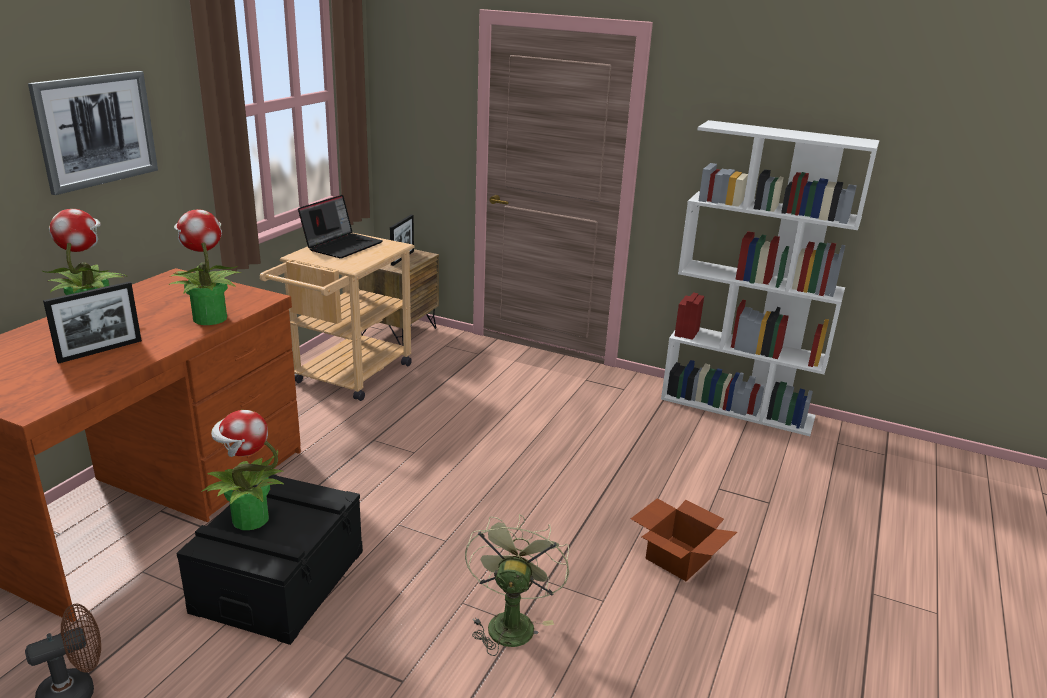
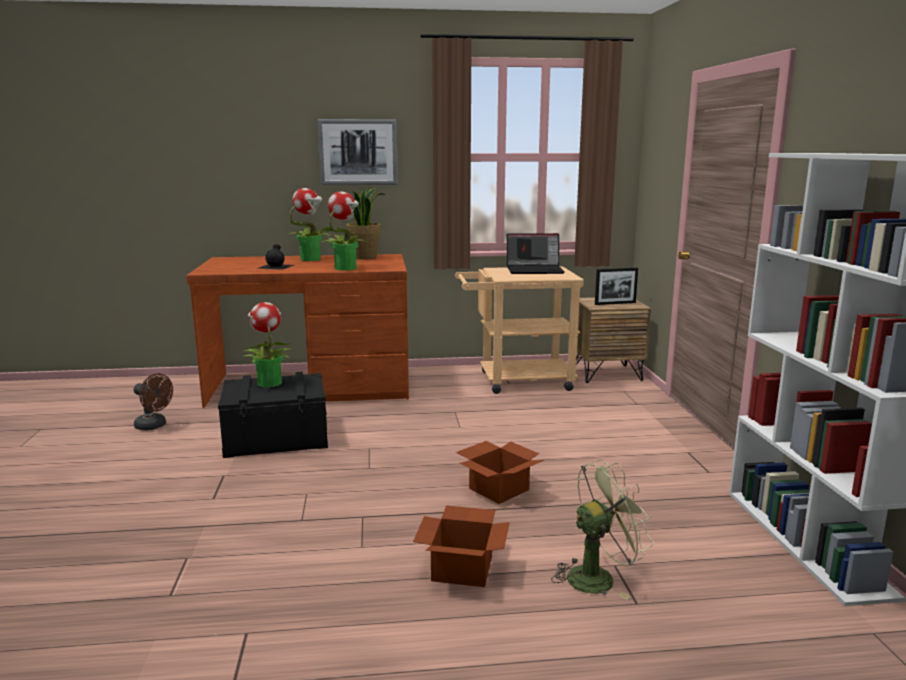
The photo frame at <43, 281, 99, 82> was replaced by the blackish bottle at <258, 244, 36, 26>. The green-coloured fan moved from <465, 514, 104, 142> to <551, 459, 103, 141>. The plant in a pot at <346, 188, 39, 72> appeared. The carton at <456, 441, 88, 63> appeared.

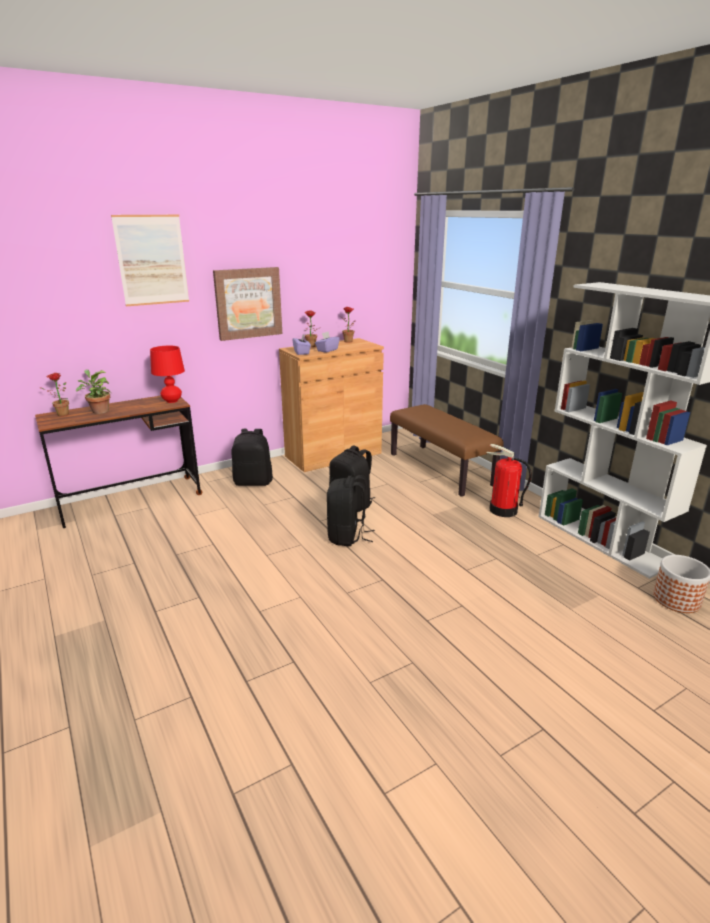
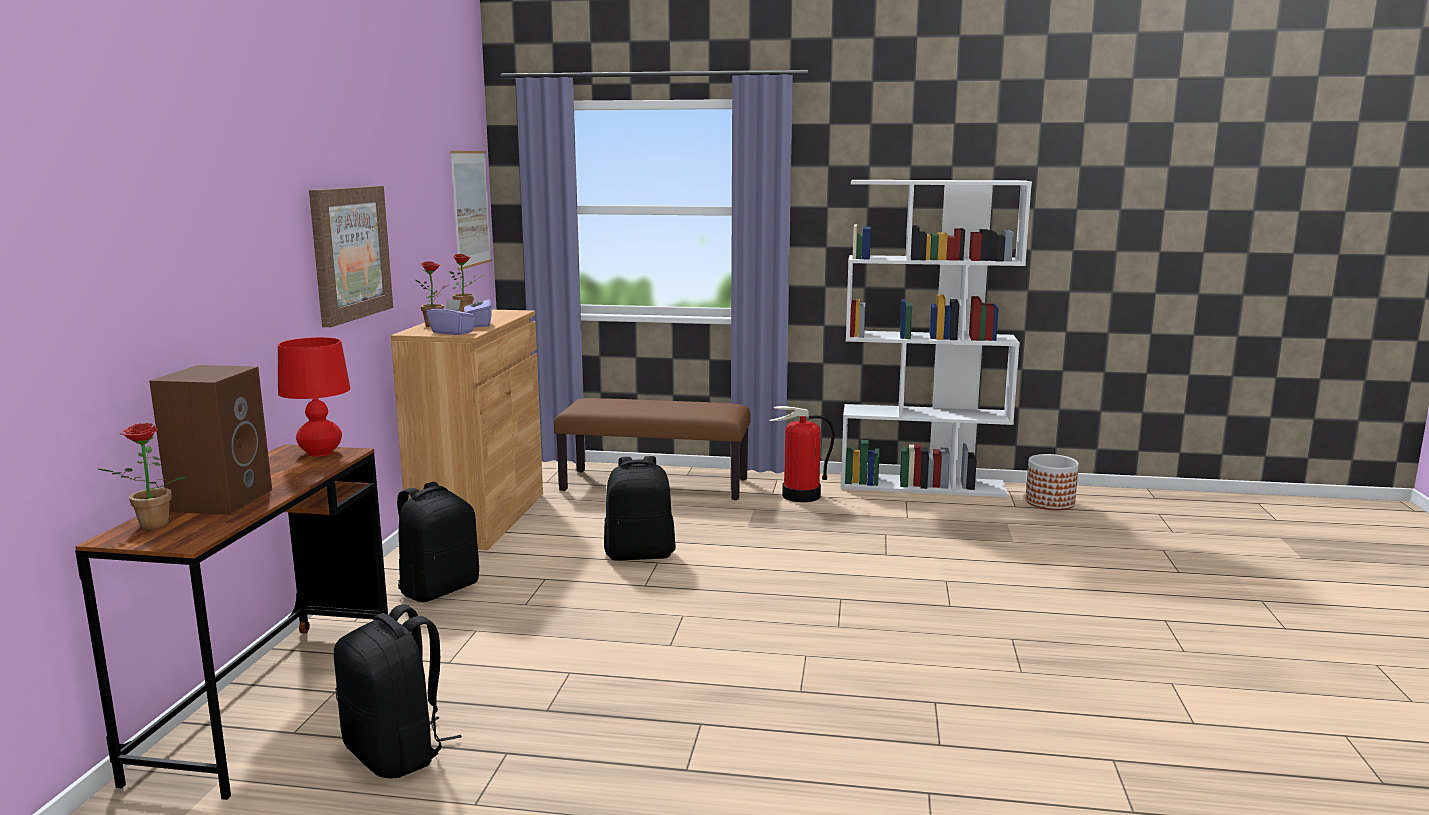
The wall art moved from <111, 215, 78, 91> to <450, 151, 42, 119>. The plant in a pot at <76, 369, 36, 45> was replaced by the brown speaker at <149, 365, 123, 150>. The blackish rucksack moved from <327, 475, 48, 71> to <334, 604, 128, 174>.

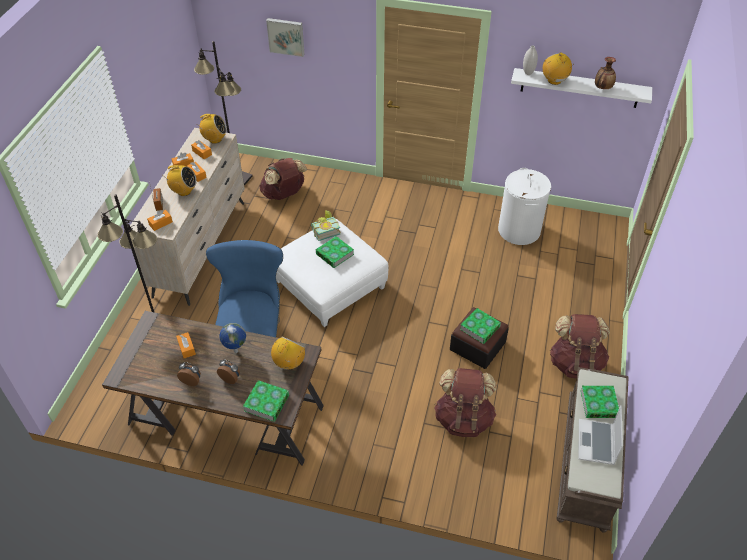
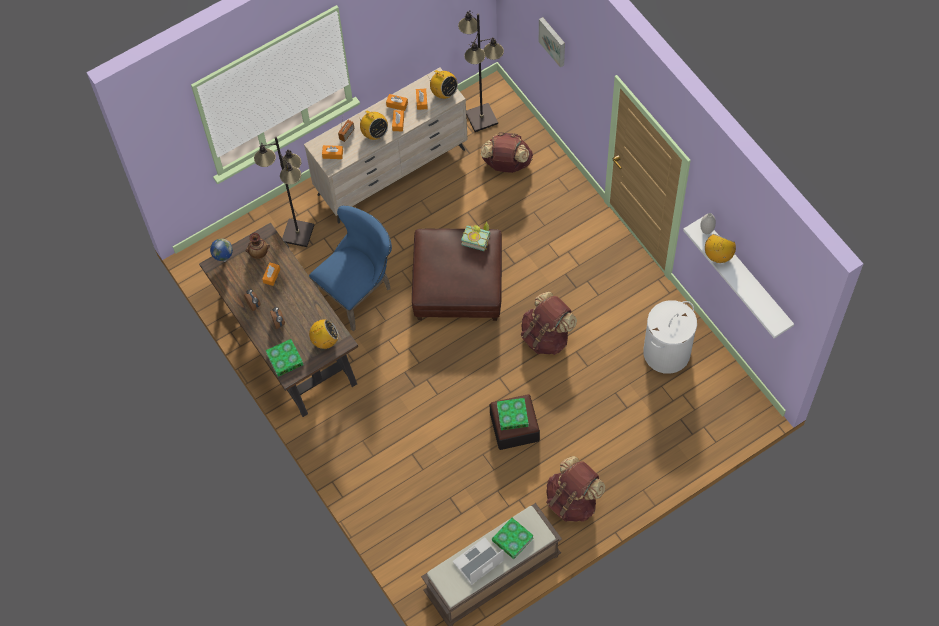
The vase moved from <595, 57, 21, 32> to <246, 233, 24, 26>. The white-coloured footrest at <276, 219, 113, 108> became the brown footrest at <412, 229, 90, 92>. The volume at <316, 236, 38, 32> disappeared. The world globe moved from <219, 323, 27, 30> to <210, 239, 23, 23>. The brown rucksack moved from <434, 368, 62, 69> to <521, 292, 56, 63>.

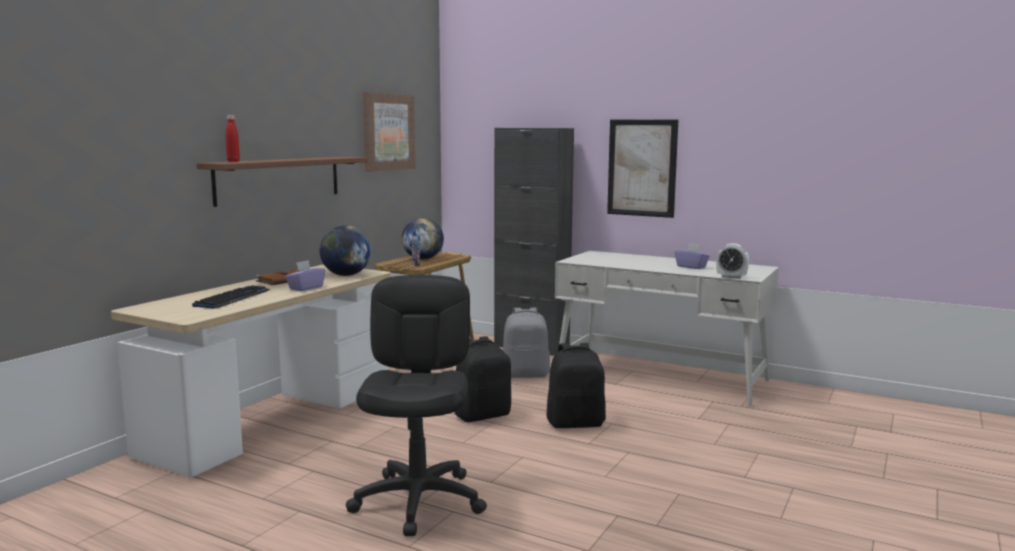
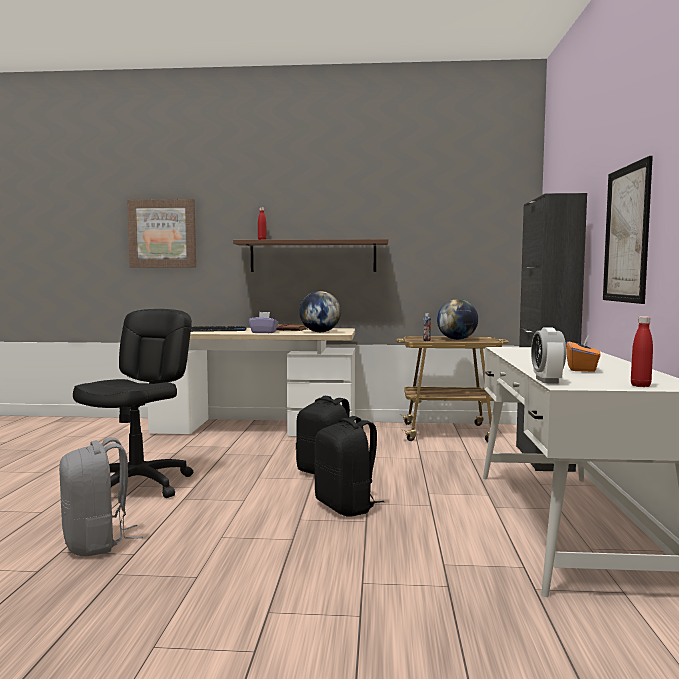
The wall art moved from <363, 92, 52, 80> to <127, 199, 69, 69>. The purplish box of tissues at <675, 243, 35, 26> became the orangey box of tissues at <566, 335, 35, 37>. The blackish computer chair at <346, 275, 141, 261> turned 45 degrees counterclockwise. The gray rucksack moved from <503, 308, 47, 70> to <59, 437, 84, 119>. The reddish bottle at <631, 316, 22, 71> appeared.

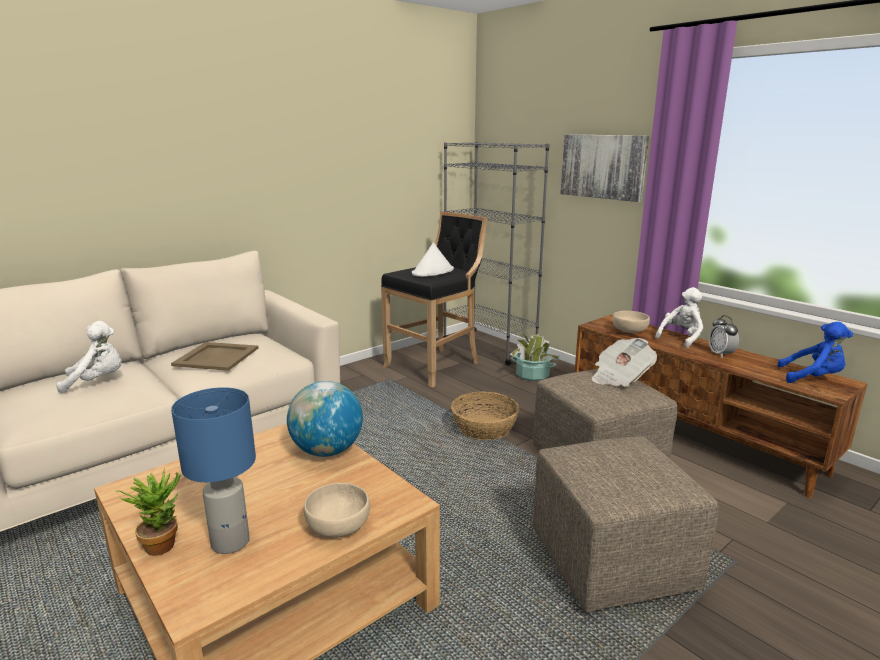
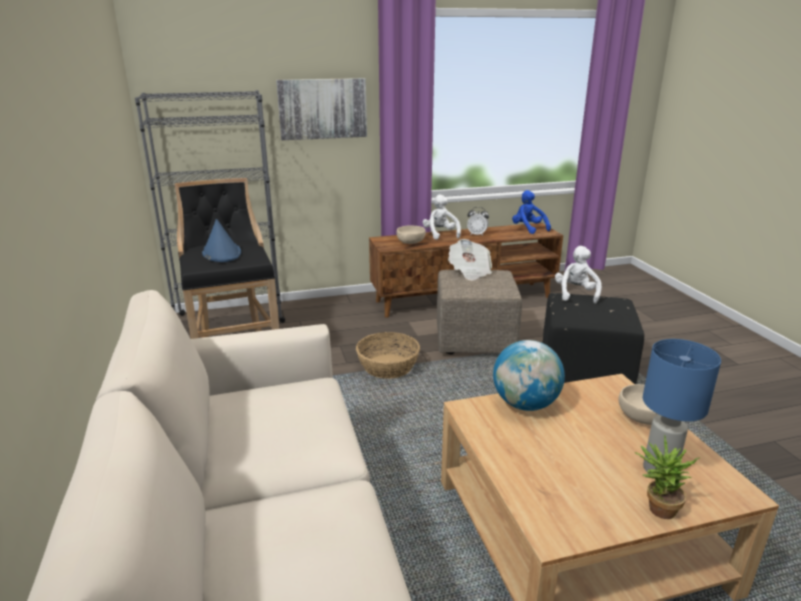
The white-coloured clothing hat at <412, 242, 42, 35> became the blue-coloured clothing hat at <202, 219, 39, 43>. The white-coloured plush toy moved from <56, 321, 66, 73> to <555, 246, 47, 58>. The blue-coloured plush toy at <777, 322, 76, 61> turned 75 degrees counterclockwise. The plant in a pot at <510, 334, 50, 47> disappeared. The beige-coloured carrying tray at <171, 342, 87, 29> disappeared. The beige-coloured footrest at <533, 436, 186, 176> became the blackish footrest at <543, 293, 101, 91>.

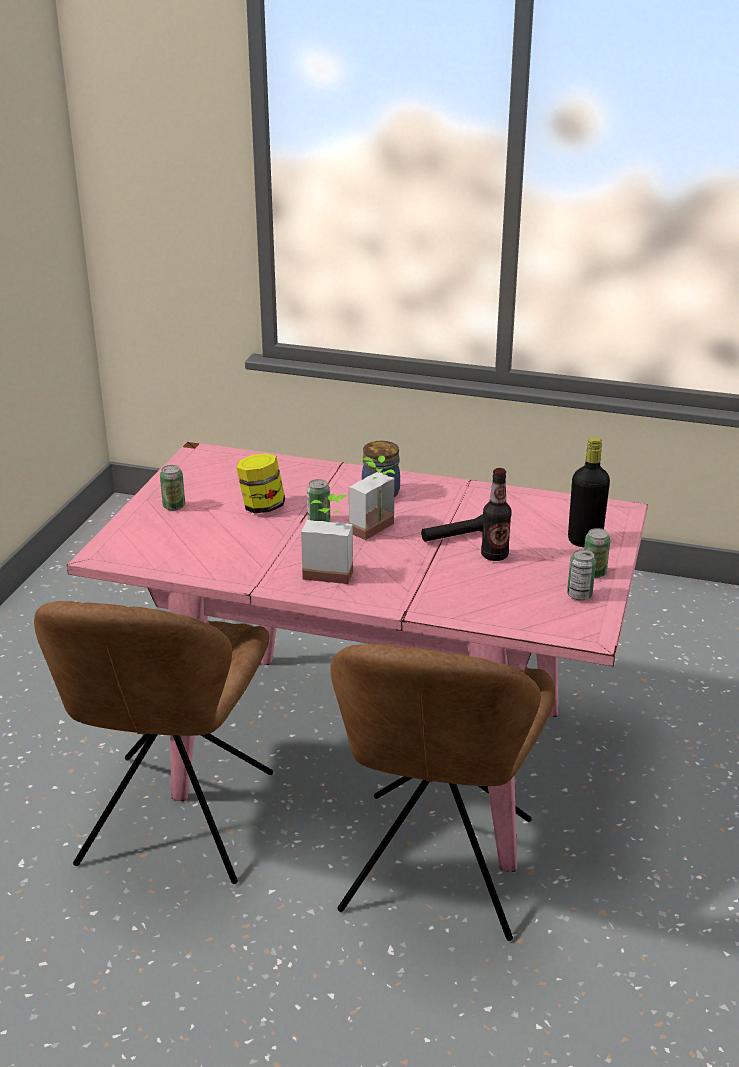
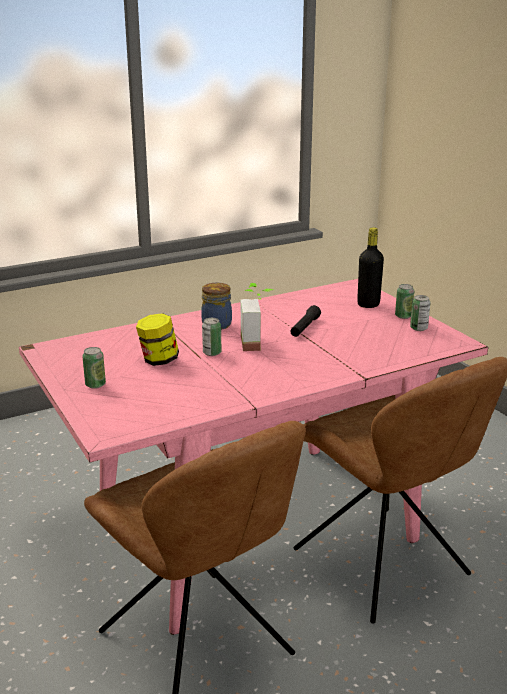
The bottle at <481, 468, 30, 93> disappeared. The plant in a pot at <301, 494, 52, 90> disappeared.

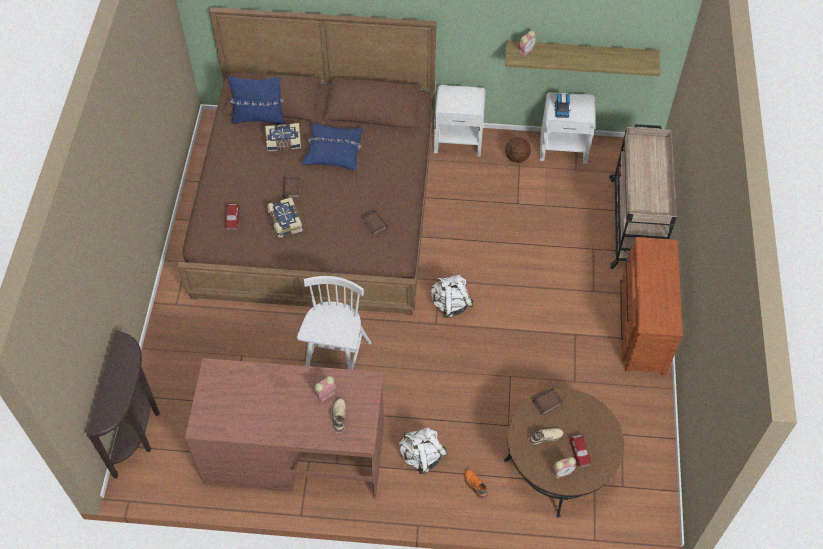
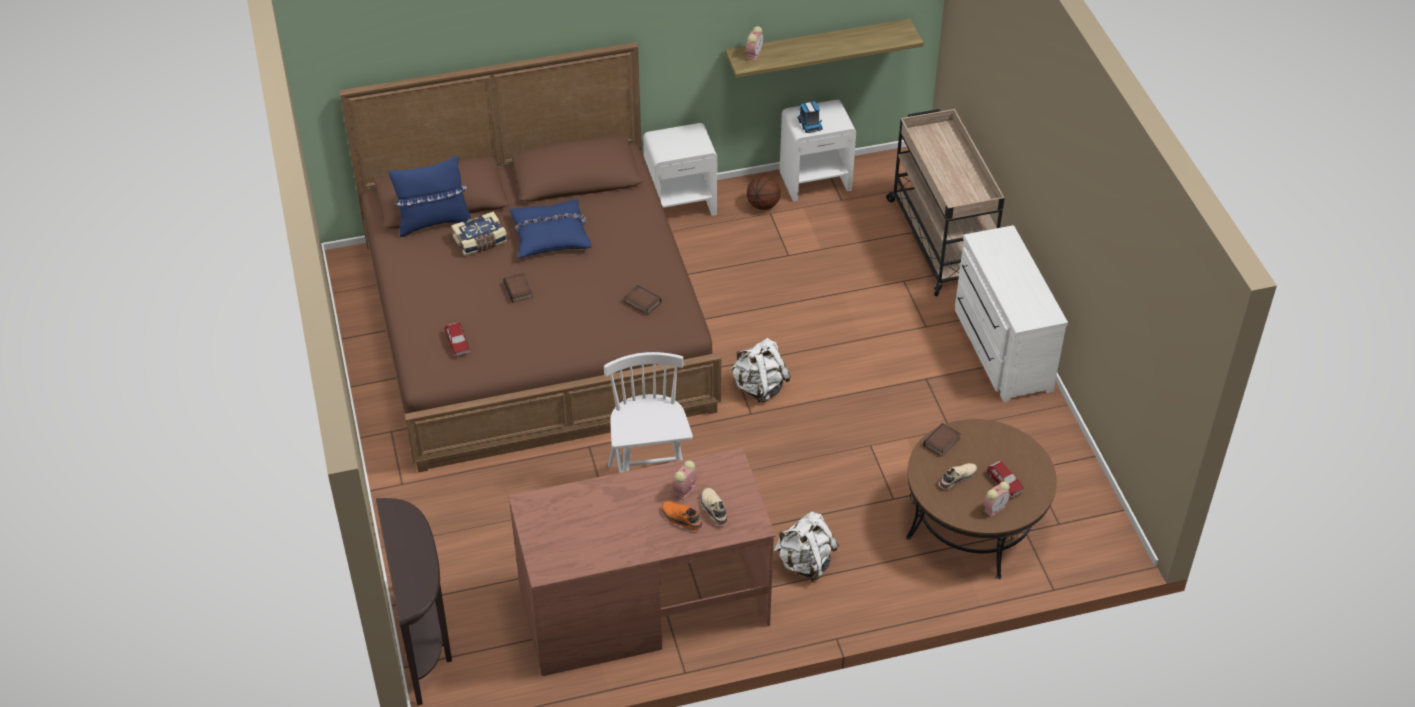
The volume at <267, 197, 36, 41> disappeared. The brown chest of drawers at <620, 237, 63, 138> became the white-coloured chest of drawers at <955, 225, 113, 177>. The orangey low shoe moved from <464, 470, 24, 29> to <662, 501, 41, 30>.

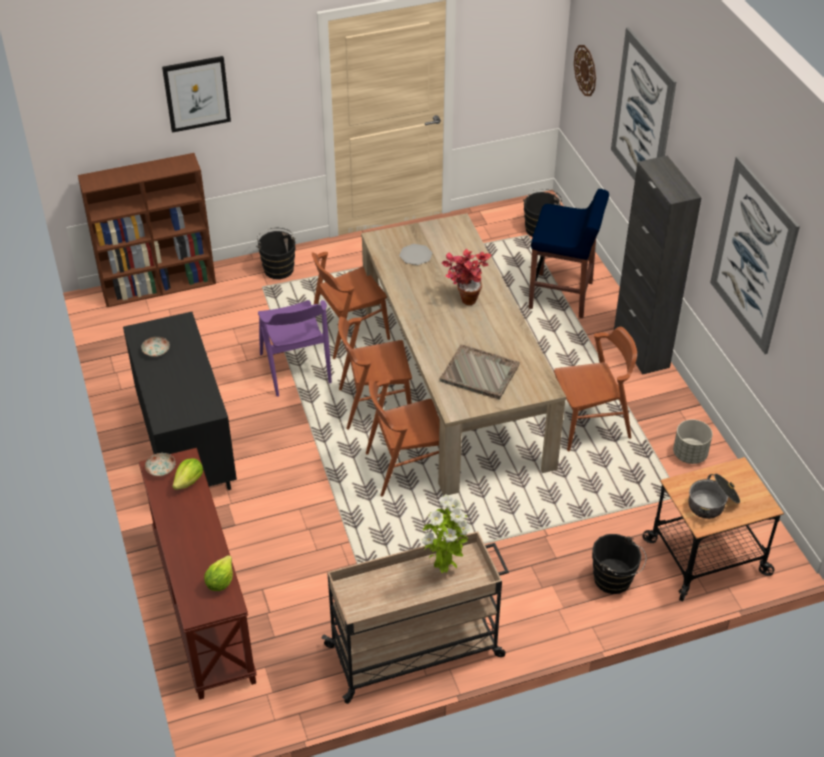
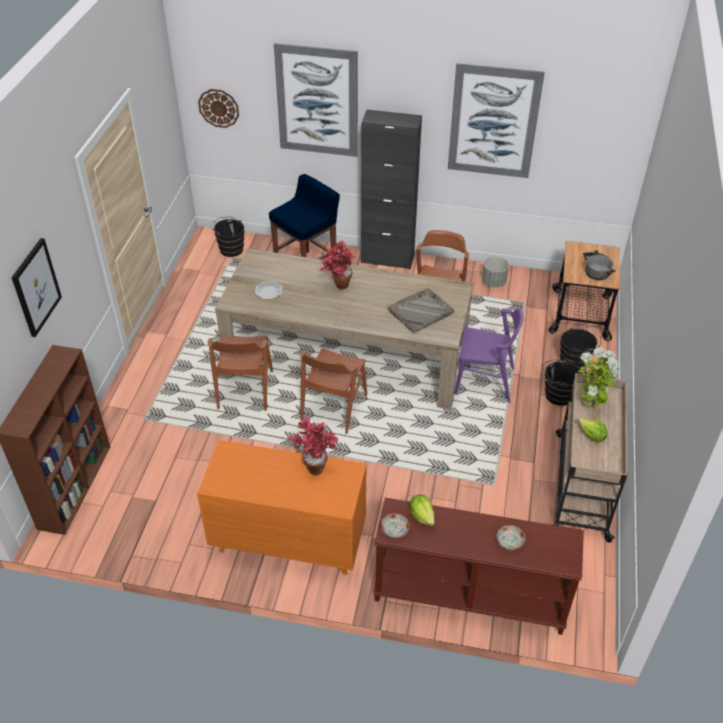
The blackish bucket moved from <256, 227, 41, 52> to <541, 359, 42, 47>. The purplish upright chair moved from <258, 300, 74, 97> to <454, 308, 70, 95>. The blackish chest of drawers at <123, 312, 114, 178> became the orangey chest of drawers at <197, 440, 170, 135>. The flat dish moved from <141, 337, 29, 20> to <496, 525, 29, 25>. The brown upright chair at <366, 379, 74, 118> disappeared. The lettuce moved from <204, 555, 29, 36> to <578, 418, 29, 24>. The plant in a pot at <289, 417, 49, 58> appeared.

